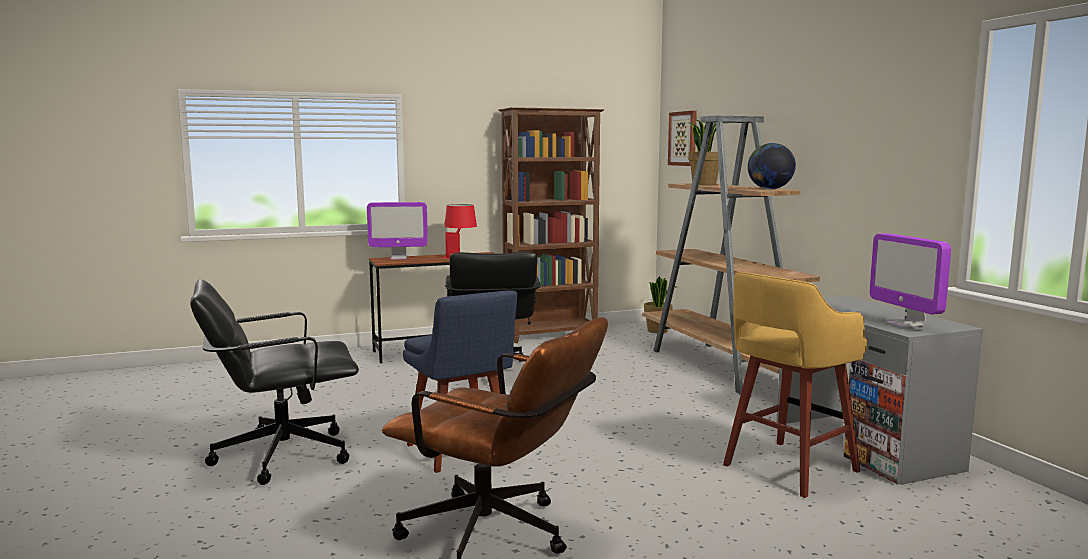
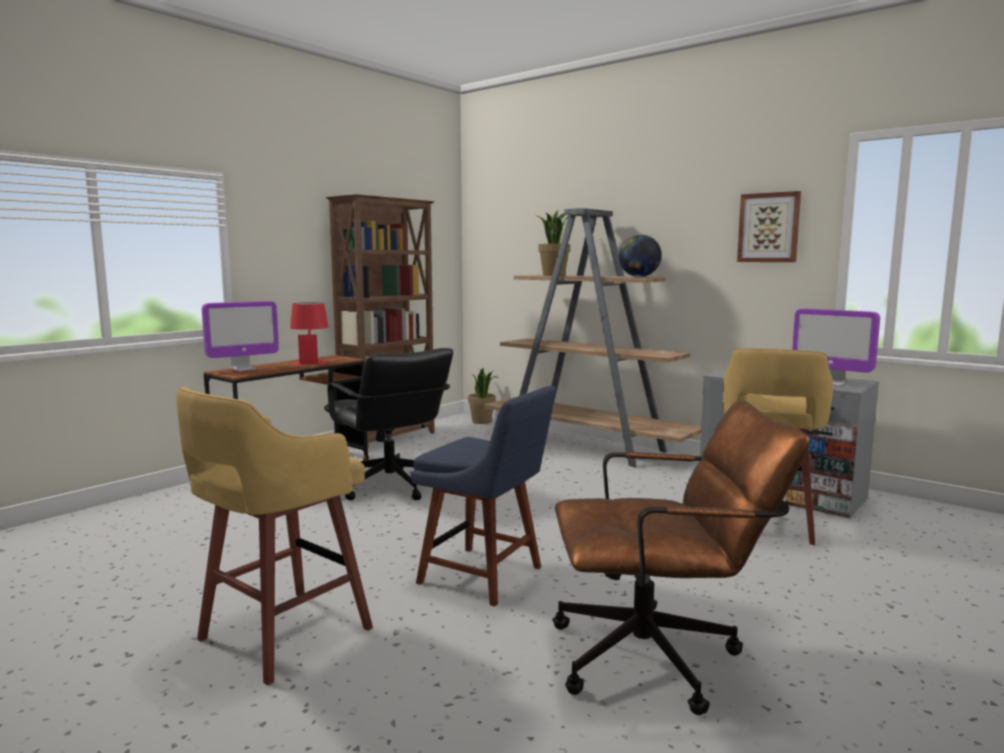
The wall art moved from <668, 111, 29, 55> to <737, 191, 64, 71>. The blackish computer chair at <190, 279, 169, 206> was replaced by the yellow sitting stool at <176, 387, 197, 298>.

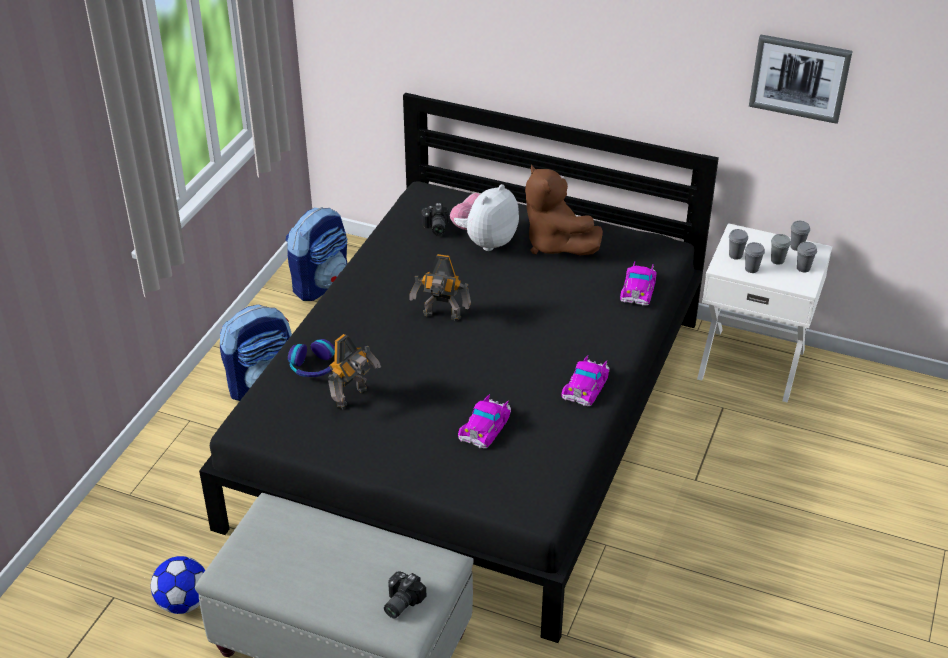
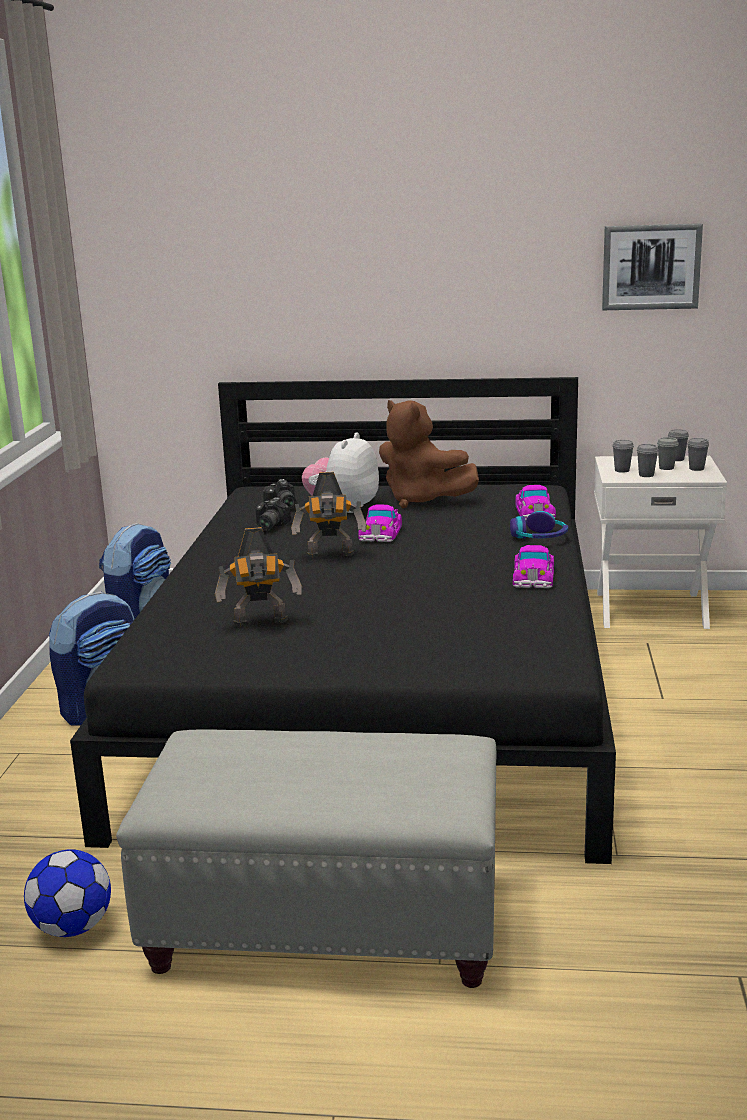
The robot figure at <328, 334, 53, 75> turned 60 degrees clockwise. The pair of headphones moved from <288, 339, 47, 38> to <510, 511, 58, 28>. The model car moved from <458, 394, 53, 55> to <358, 504, 44, 38>. The photo camera moved from <384, 571, 43, 47> to <255, 498, 36, 32>.

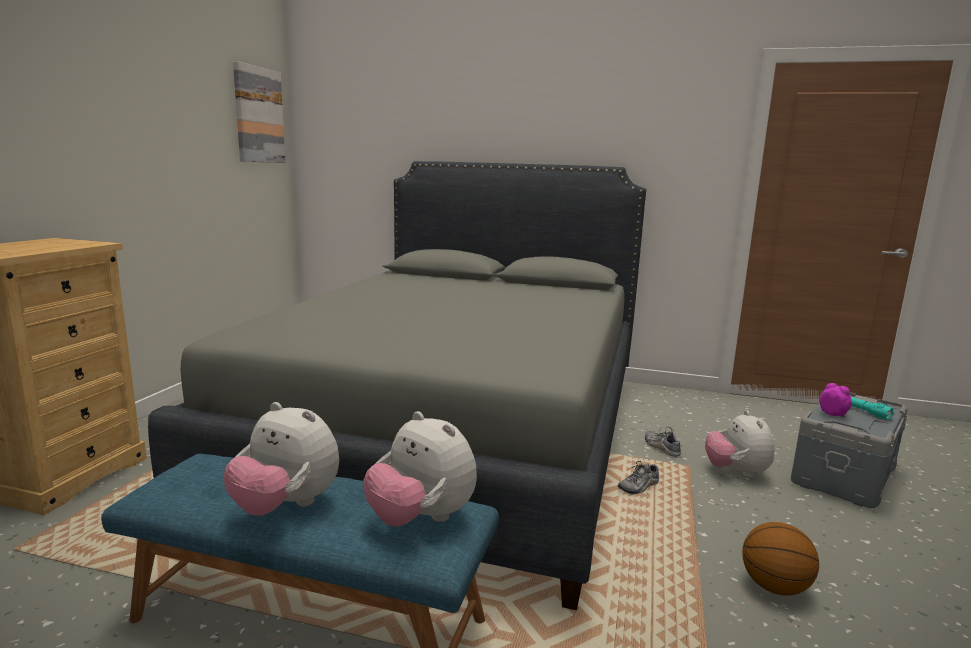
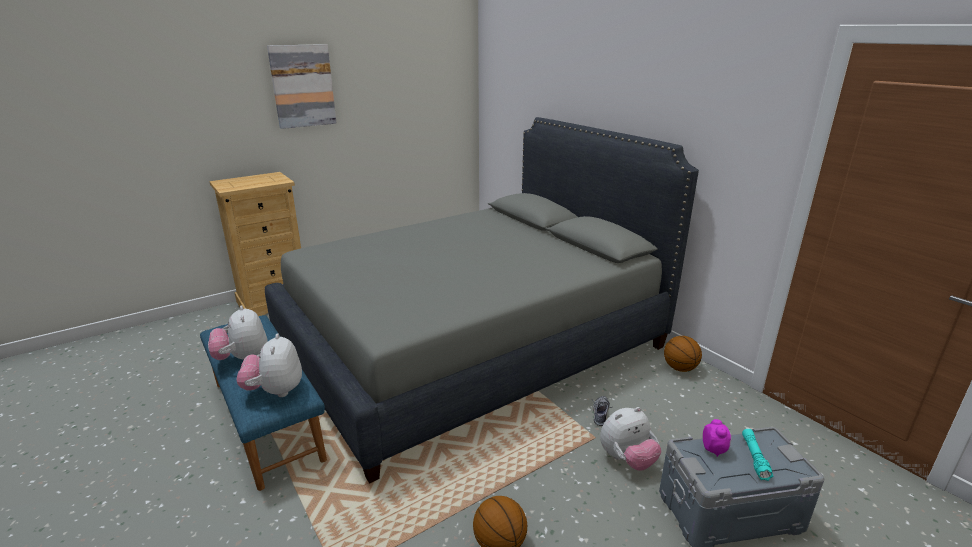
The wall art moved from <233, 61, 53, 102> to <267, 44, 69, 85>. The plush toy at <705, 410, 69, 68> turned 150 degrees counterclockwise. The low shoe at <618, 461, 41, 34> disappeared. The basketball at <664, 336, 38, 36> appeared.

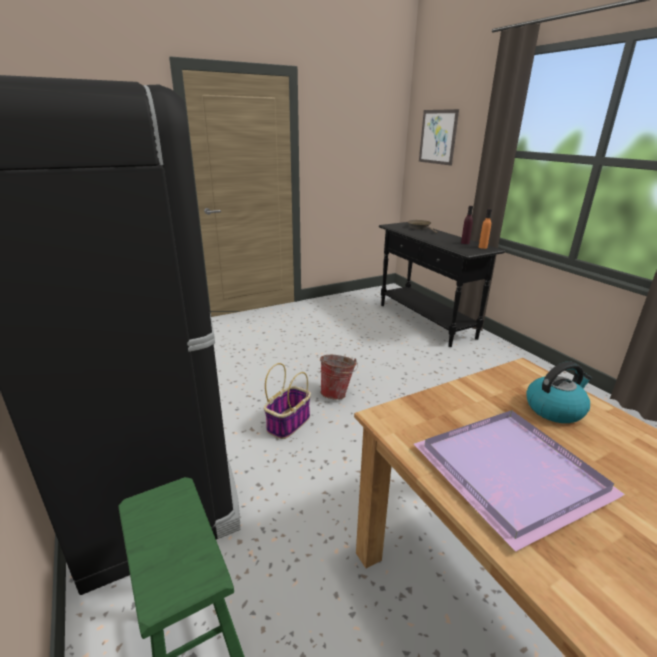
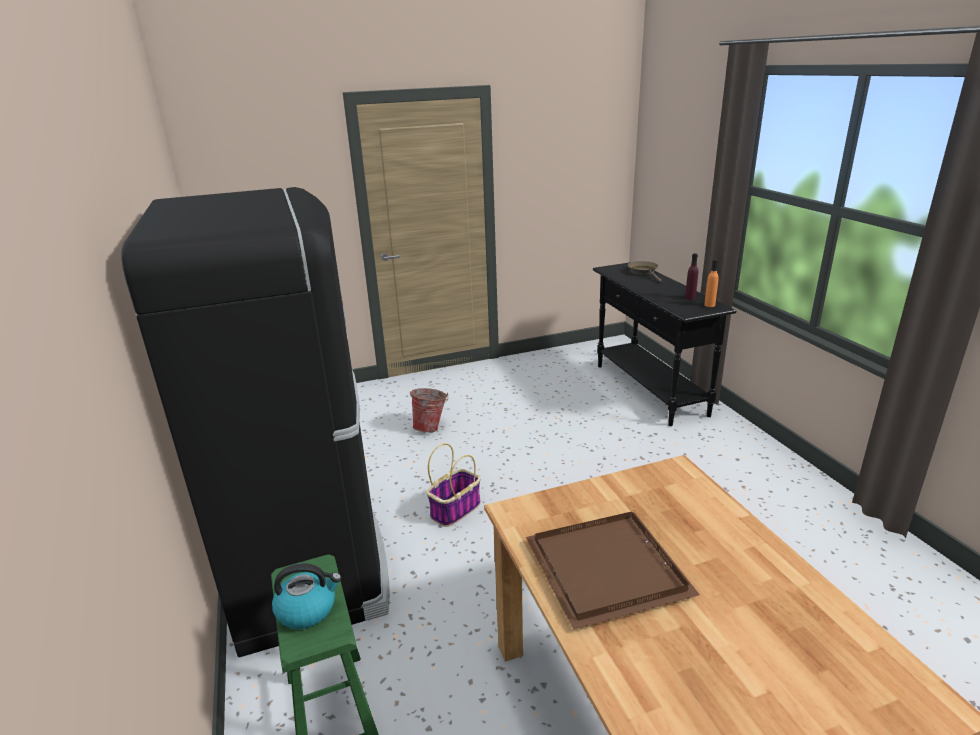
The wall art at <419, 109, 40, 57> disappeared. The bucket moved from <320, 355, 38, 45> to <410, 388, 38, 45>. The kettle moved from <526, 361, 66, 62> to <272, 563, 69, 66>. The purplish carrying tray at <414, 410, 212, 142> became the brown carrying tray at <526, 511, 174, 119>.

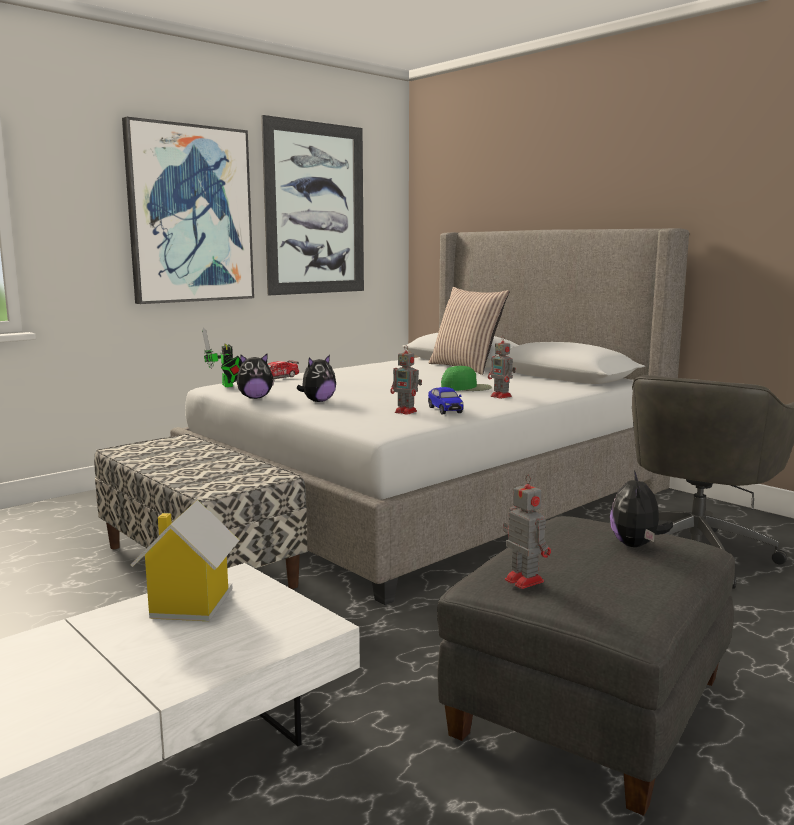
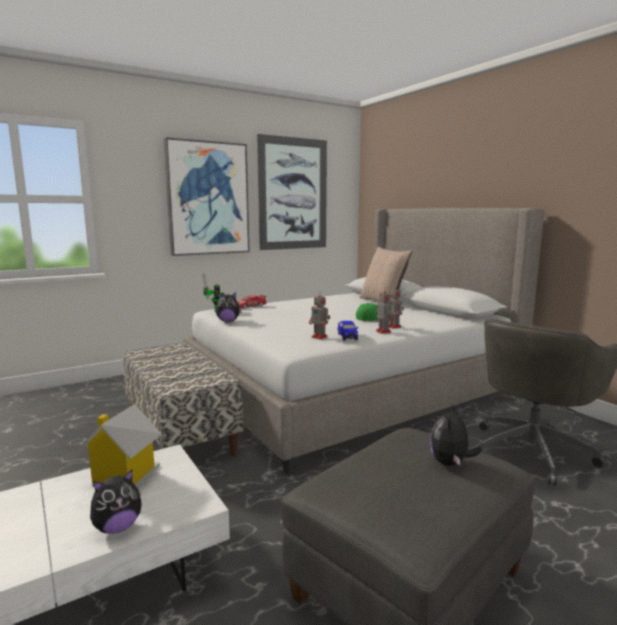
The plush toy moved from <297, 355, 39, 47> to <90, 470, 52, 64>. The robot figure moved from <503, 475, 48, 114> to <376, 288, 18, 46>.

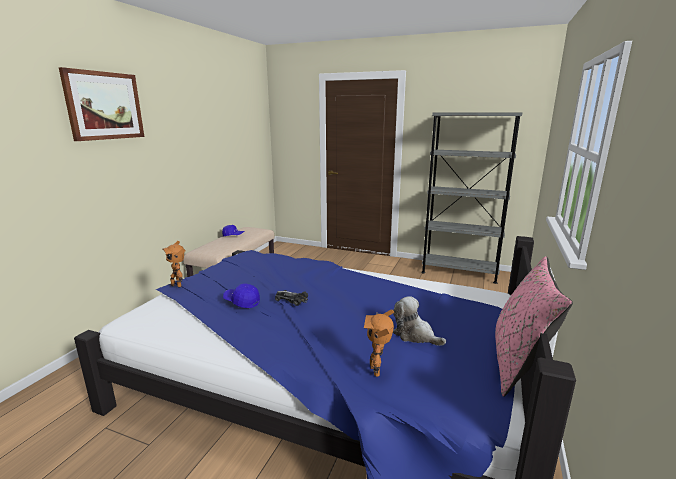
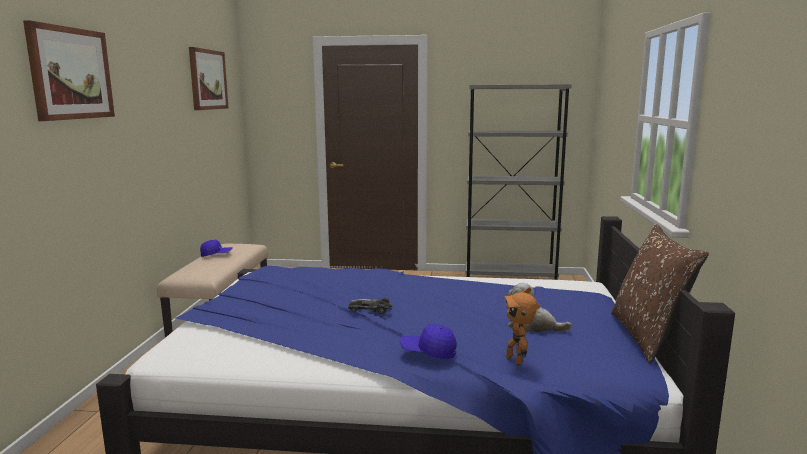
The robot figure at <163, 241, 23, 47> disappeared. The pink throw pillow at <495, 256, 78, 141> became the brown throw pillow at <611, 224, 98, 140>. The blue-coloured peaked cap moved from <223, 284, 37, 24> to <400, 324, 57, 35>. The wall art at <189, 47, 40, 63> appeared.

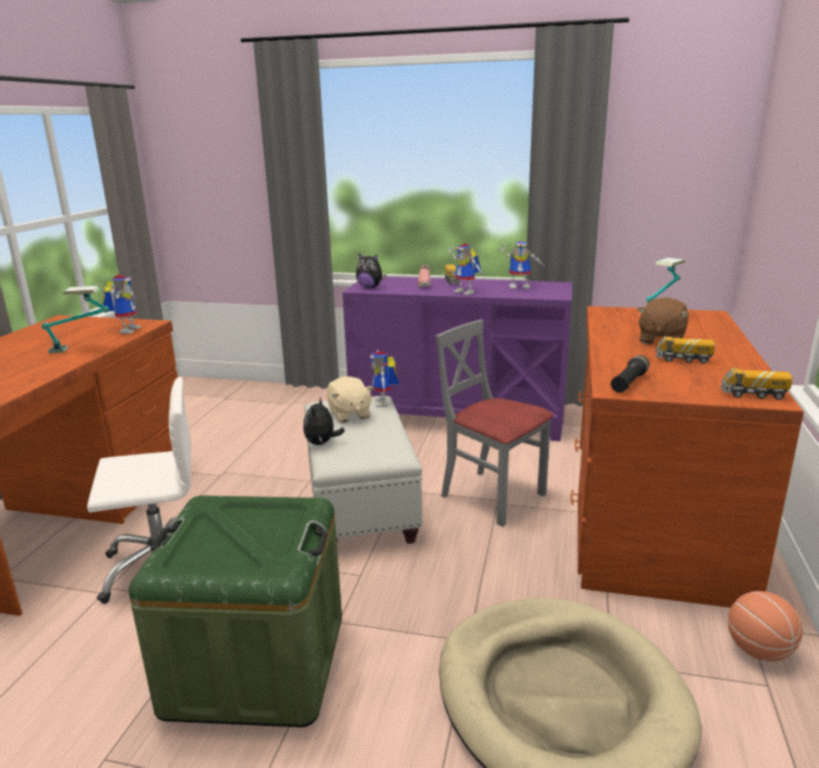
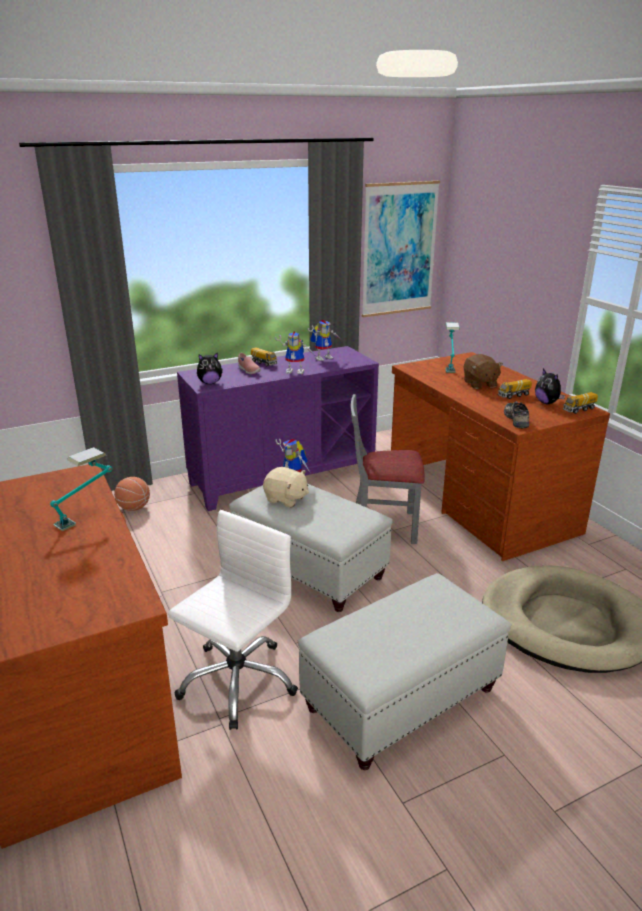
The robot figure at <103, 275, 38, 59> disappeared. The blackish hand torch at <611, 355, 38, 38> was replaced by the low shoe at <504, 401, 25, 27>. The plush toy moved from <303, 398, 42, 47> to <535, 369, 30, 35>. The green-coloured storage box at <129, 495, 213, 232> was replaced by the white-coloured footrest at <298, 573, 213, 197>. The basketball moved from <728, 591, 75, 71> to <114, 477, 36, 34>. The wall art at <362, 181, 78, 136> appeared.

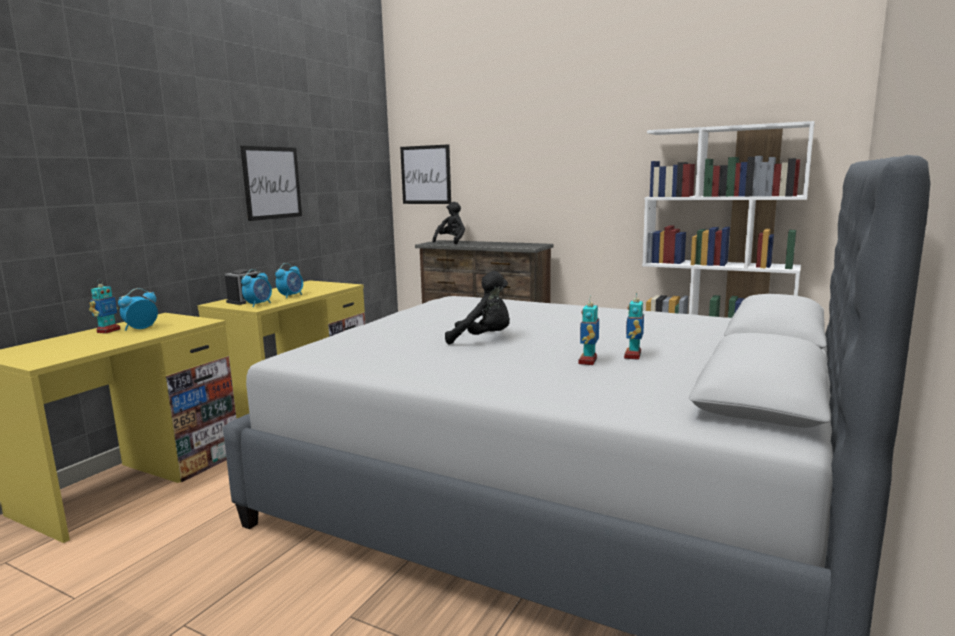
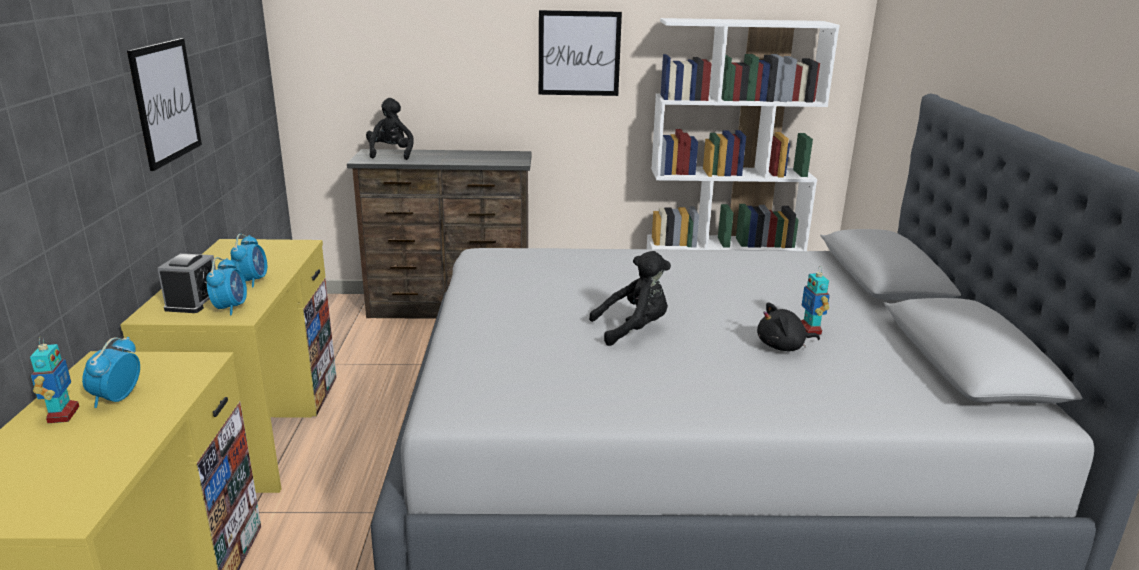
The wall art moved from <400, 144, 51, 60> to <539, 10, 83, 86>. The robot figure at <579, 302, 20, 63> was replaced by the blackish plush toy at <757, 303, 63, 48>.

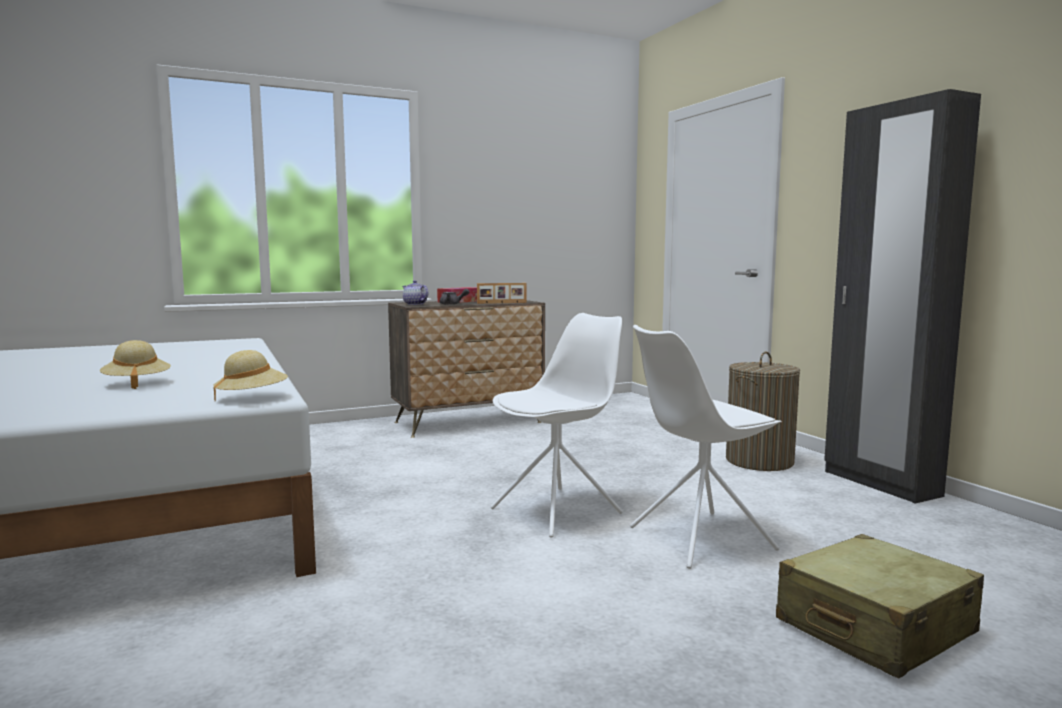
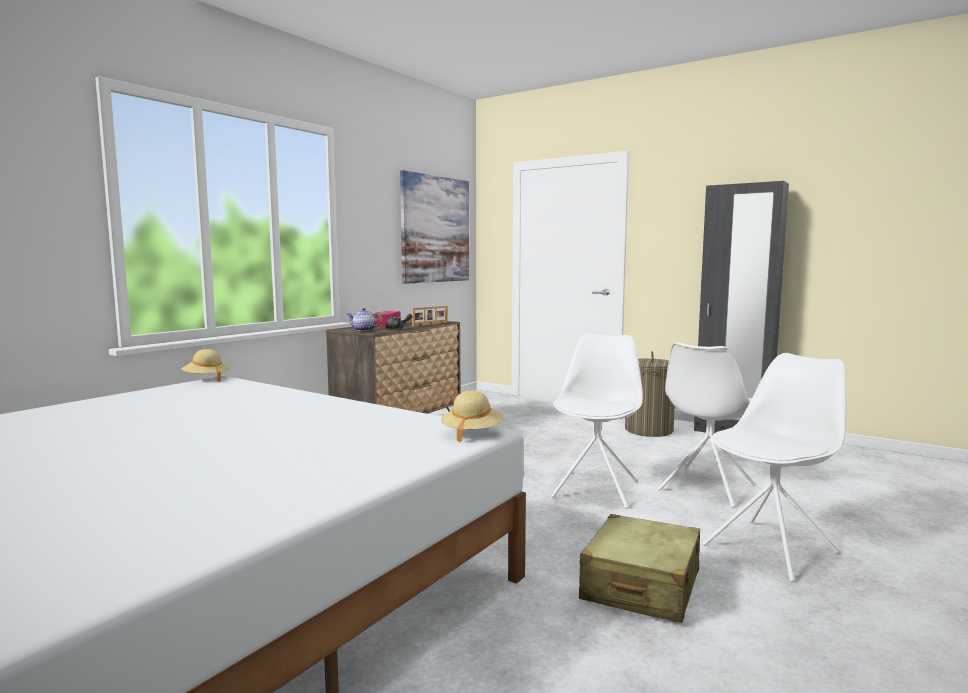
The beige-coloured clothing hat moved from <100, 340, 71, 49> to <182, 349, 48, 33>. The beige-coloured suitcase moved from <776, 534, 208, 144> to <579, 514, 121, 109>. The wall art at <400, 170, 69, 114> appeared. The white-coloured upright chair at <702, 353, 144, 229> appeared.

